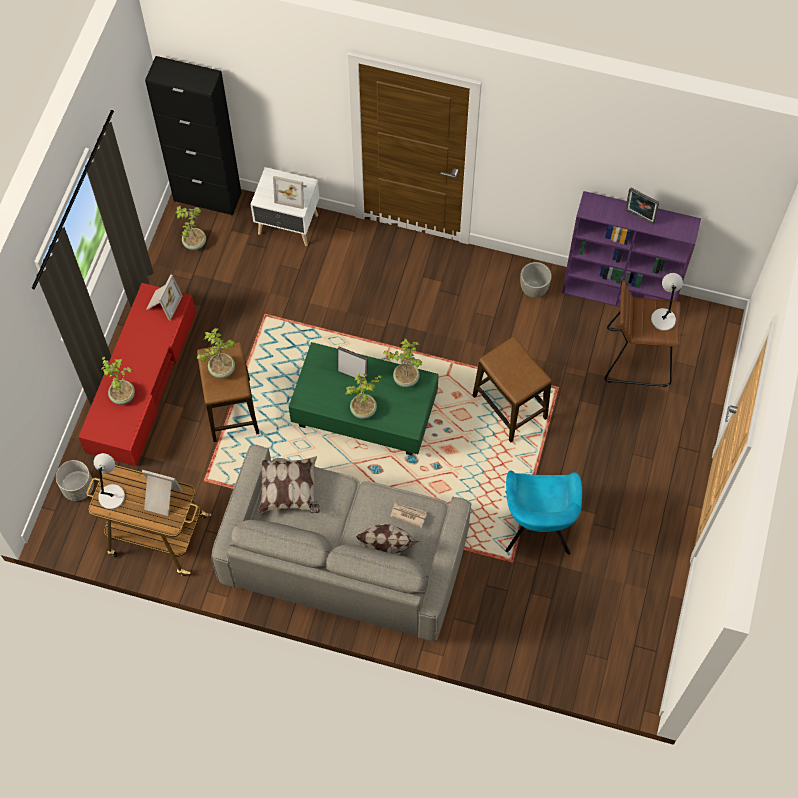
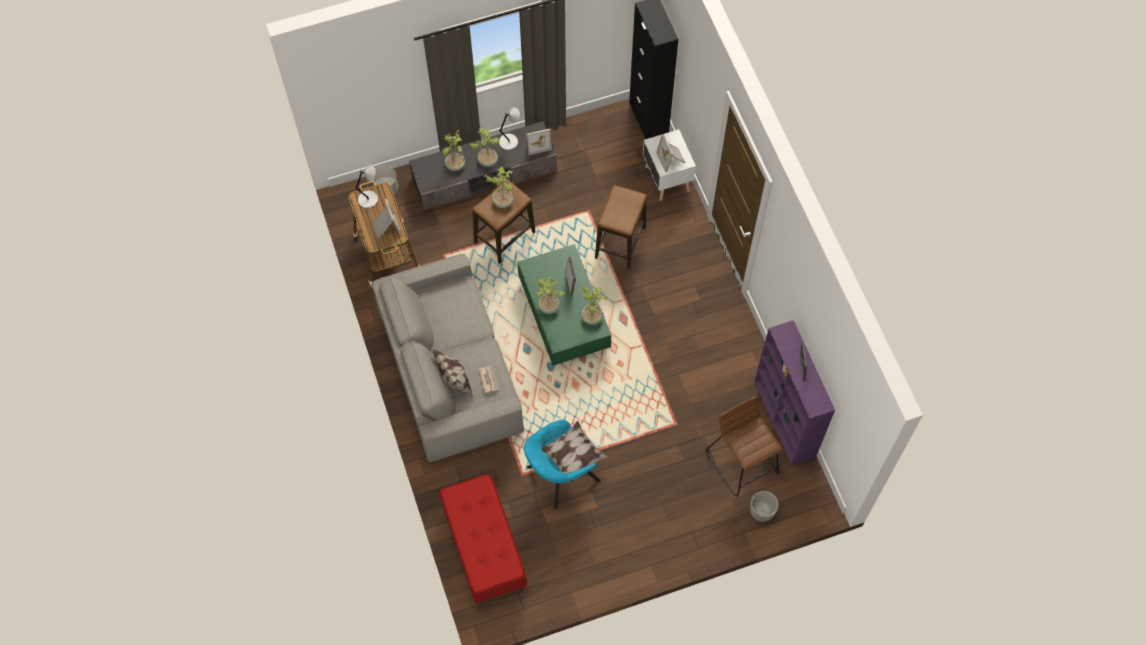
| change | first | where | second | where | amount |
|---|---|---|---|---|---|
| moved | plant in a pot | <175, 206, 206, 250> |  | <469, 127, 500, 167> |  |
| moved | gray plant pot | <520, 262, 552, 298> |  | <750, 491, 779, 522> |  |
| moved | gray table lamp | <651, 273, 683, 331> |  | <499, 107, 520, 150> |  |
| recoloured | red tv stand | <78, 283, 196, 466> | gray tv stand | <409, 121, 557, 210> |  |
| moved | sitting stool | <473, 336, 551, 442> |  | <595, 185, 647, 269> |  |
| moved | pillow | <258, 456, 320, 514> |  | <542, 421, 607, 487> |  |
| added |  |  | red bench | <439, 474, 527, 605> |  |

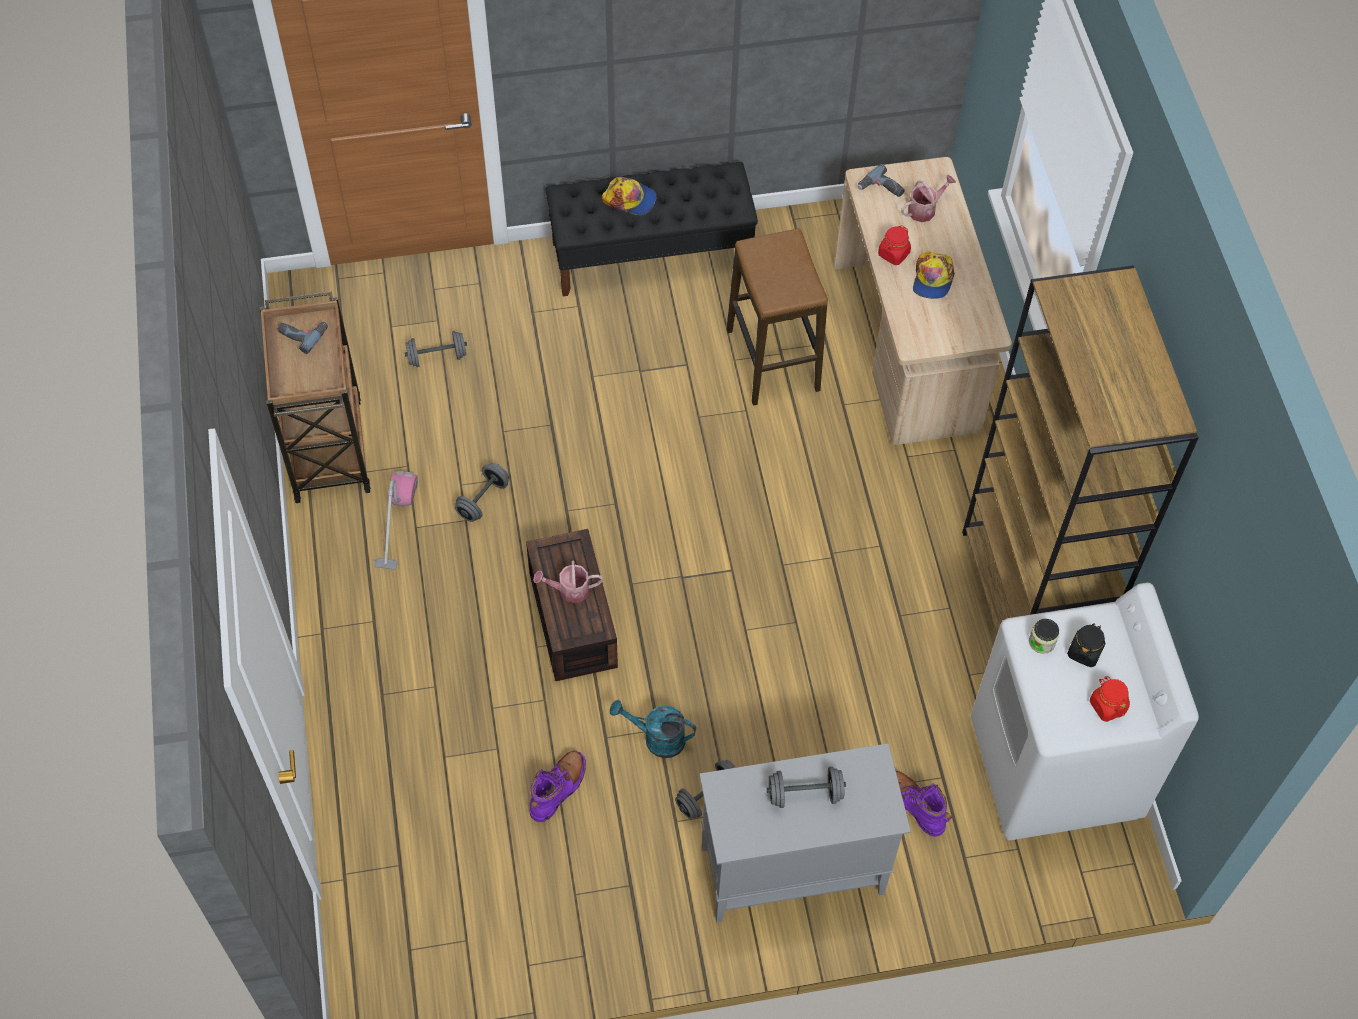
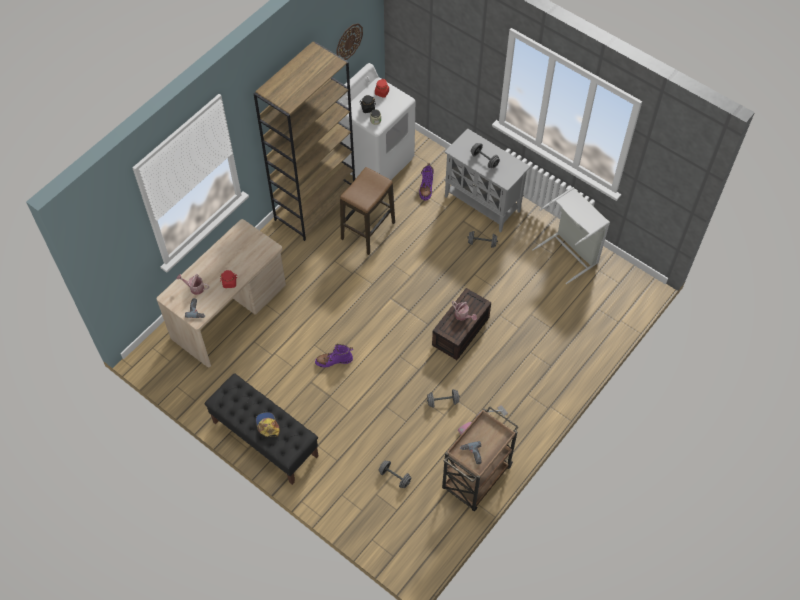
| change | first | where | second | where | amount |
|---|---|---|---|---|---|
| moved | sitting stool | <727, 228, 828, 406> |  | <340, 167, 395, 255> |  |
| removed | peaked cap | <913, 251, 955, 299> |  |  |  |
| removed | turquoise watering pot | <610, 700, 696, 758> |  |  |  |
| moved | purplish tall boot | <530, 751, 586, 822> |  | <315, 344, 353, 368> |  |
| added |  |  | hanging clock | <336, 23, 363, 60> |  |
| added |  |  | gray hamper | <532, 187, 610, 284> |  |

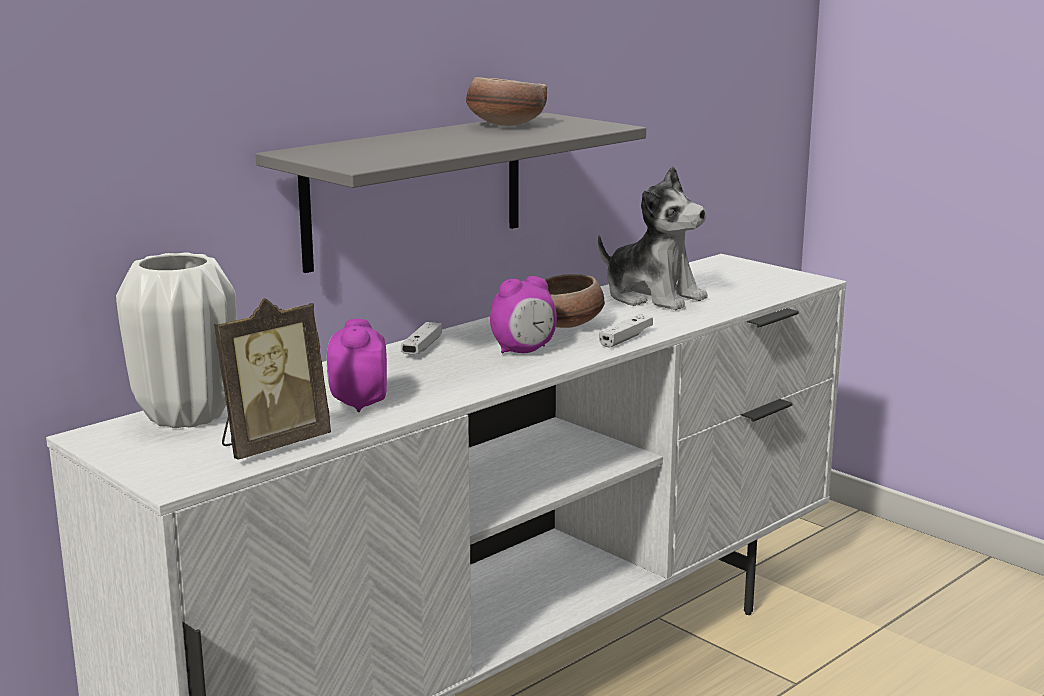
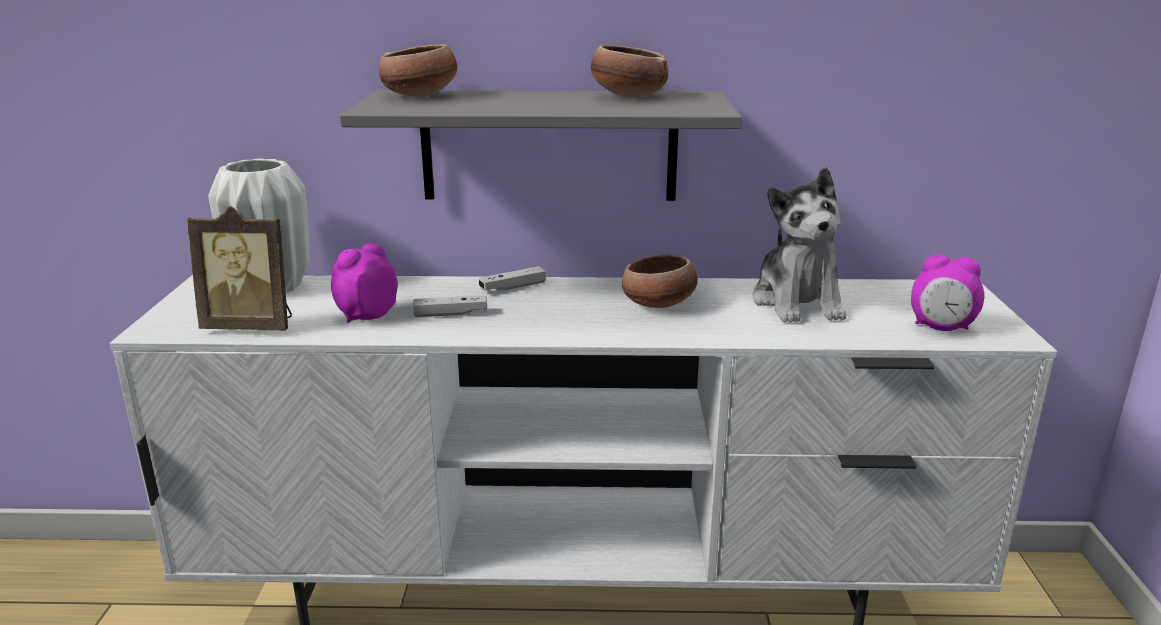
| change | first | where | second | where | amount |
|---|---|---|---|---|---|
| moved | bedside clock | <490, 276, 557, 354> |  | <911, 255, 984, 331> |  |
| moved | white game controller | <599, 314, 653, 348> |  | <413, 295, 487, 317> |  |
| added |  |  | deep dish | <379, 44, 457, 97> |  |

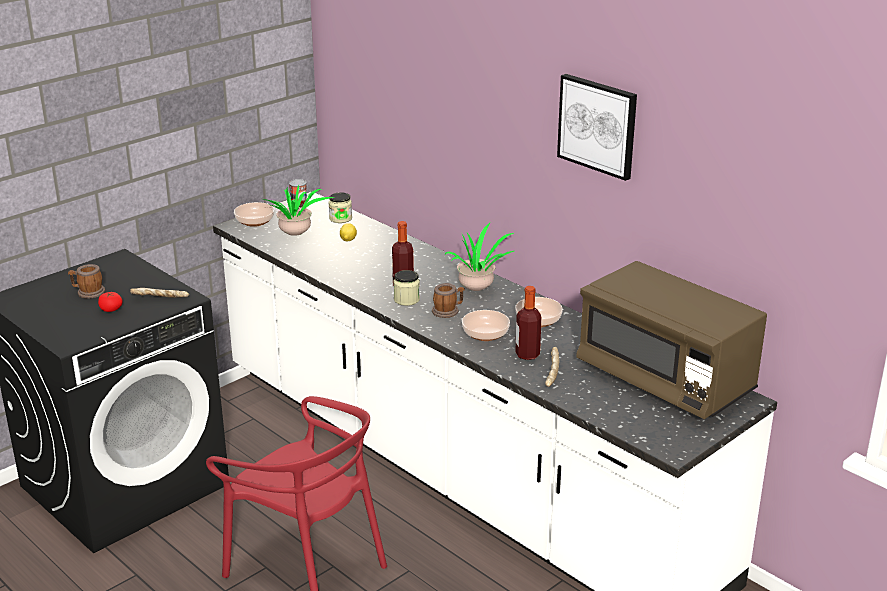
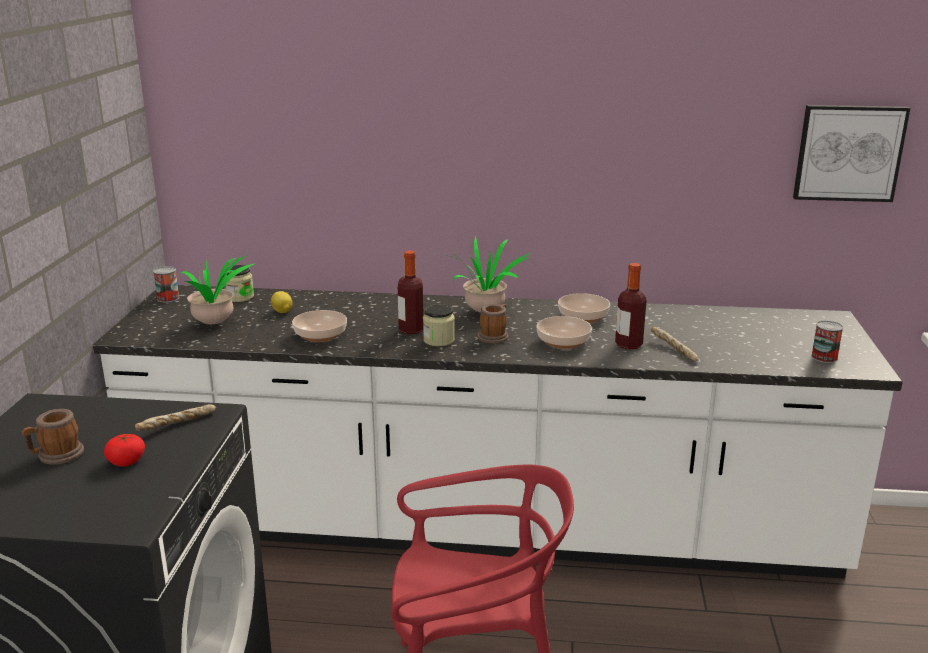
| change | first | where | second | where | amount |
|---|---|---|---|---|---|
| moved | wall art | <557, 74, 637, 181> |  | <793, 105, 910, 202> |  |
| moved | deep dish | <234, 202, 274, 227> |  | <292, 310, 347, 342> |  |
| removed | brown-coloured microwave oven | <576, 261, 767, 419> |  |  |  |
| added |  |  | sealed can | <811, 320, 843, 363> |  |

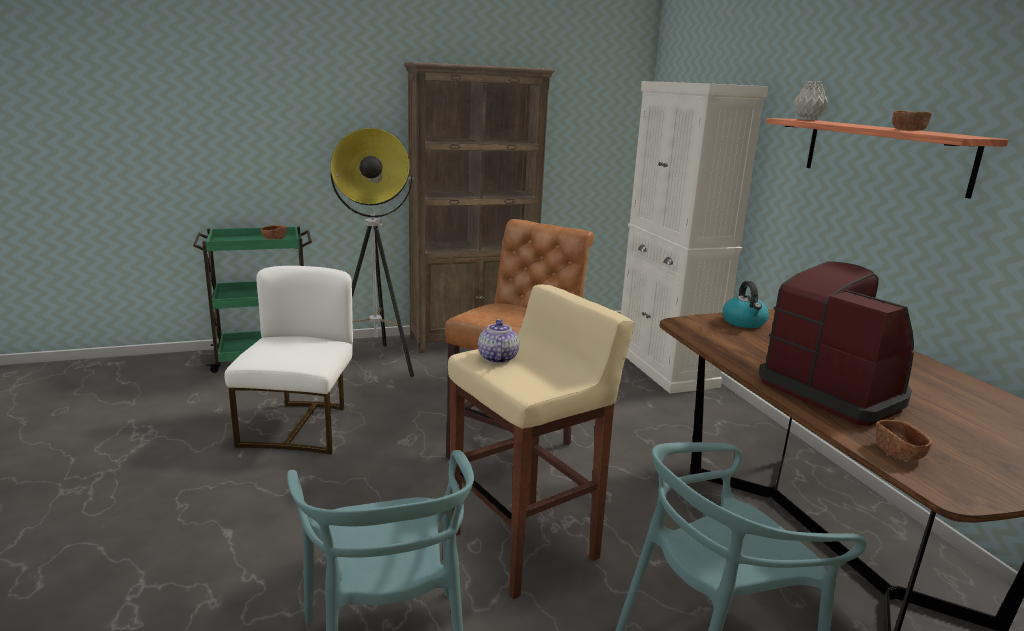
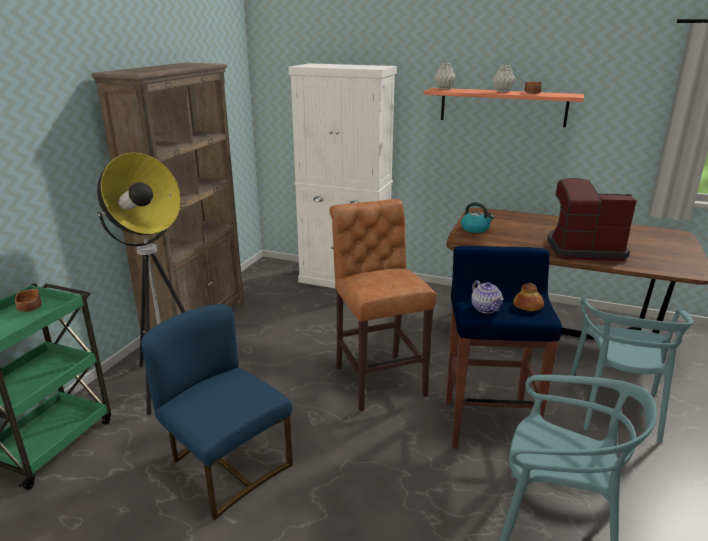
| change | first | where | second | where | amount |
|---|---|---|---|---|---|
| recoloured | white chair | <224, 266, 353, 454> | blue-coloured chair | <141, 304, 293, 521> |  |
| recoloured | sand-coloured sitting stool | <448, 284, 634, 599> | blue-coloured sitting stool | <446, 246, 562, 448> |  |
| turned | tea pot | <478, 319, 519, 363> |  | <472, 280, 504, 313> | 150 degrees counterclockwise |
| removed | brown-coloured deep dish | <876, 420, 932, 461> |  |  |  |
| added |  |  | gray decorative vase | <493, 65, 515, 92> |  |
| added |  |  | bakery bread | <513, 283, 544, 311> |  |

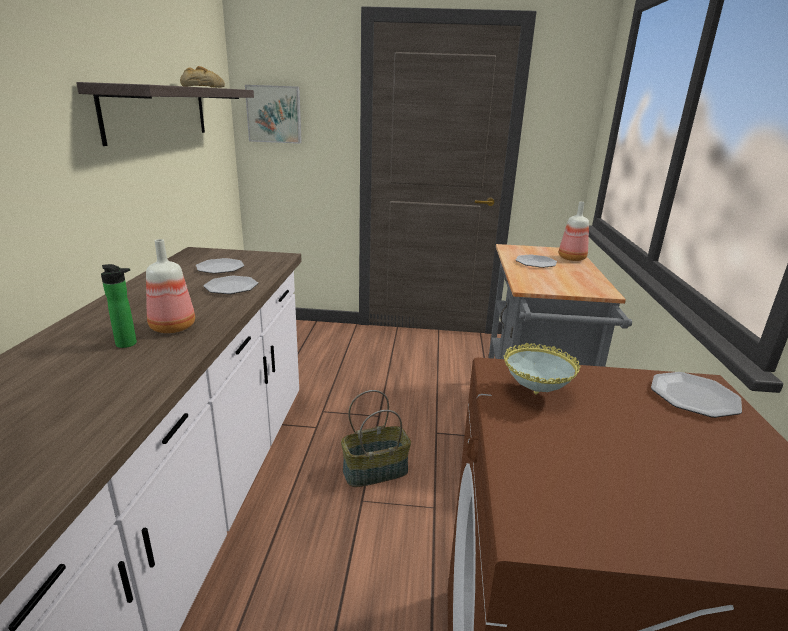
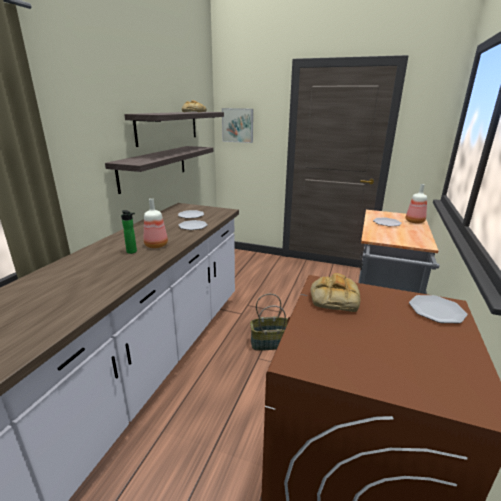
| change | first | where | second | where | amount |
|---|---|---|---|---|---|
| replaced | deep dish | <504, 343, 580, 395> | bakery bread | <311, 273, 361, 312> |  |
| added |  |  | shelf | <105, 146, 213, 194> |  |

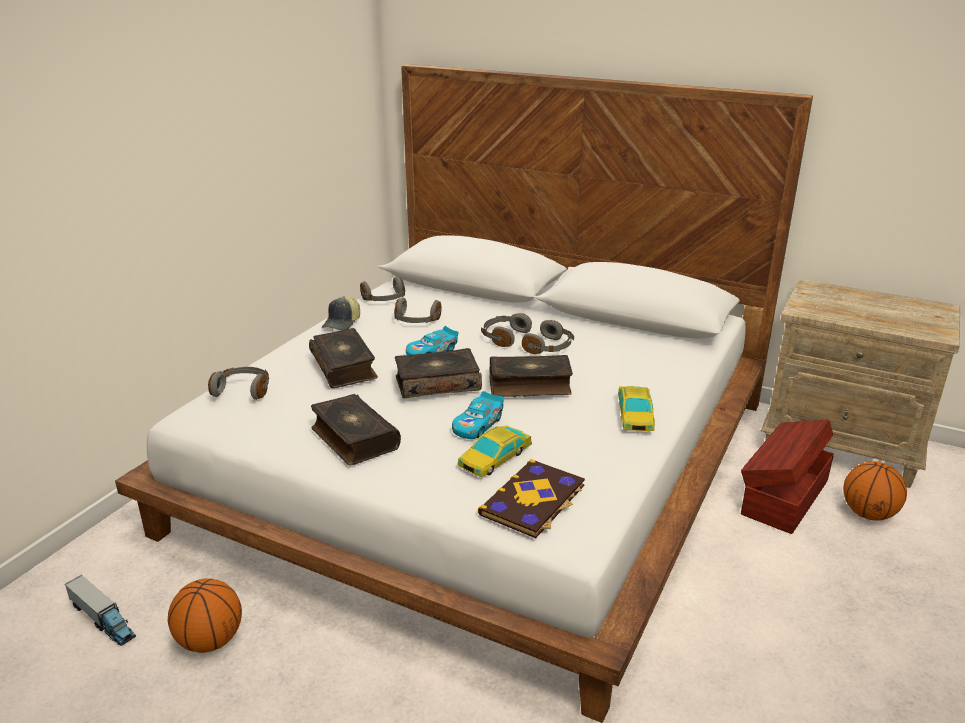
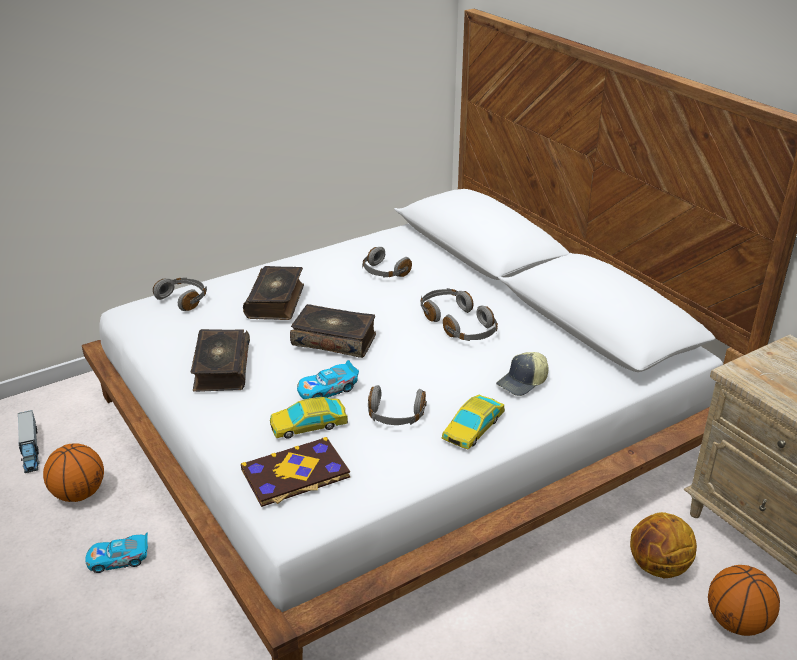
| change | first | where | second | where | amount |
|---|---|---|---|---|---|
| moved | gray headset | <360, 277, 405, 301> |  | <368, 385, 427, 425> |  |
| moved | peaked cap | <322, 296, 360, 330> |  | <496, 352, 549, 396> |  |
| moved | miniature car | <406, 326, 459, 355> |  | <85, 533, 148, 573> |  |
| removed | book | <489, 355, 573, 397> |  |  |  |
| replaced | brown-coloured storage bin | <741, 420, 834, 534> | ball for basketball | <630, 512, 697, 578> |  |

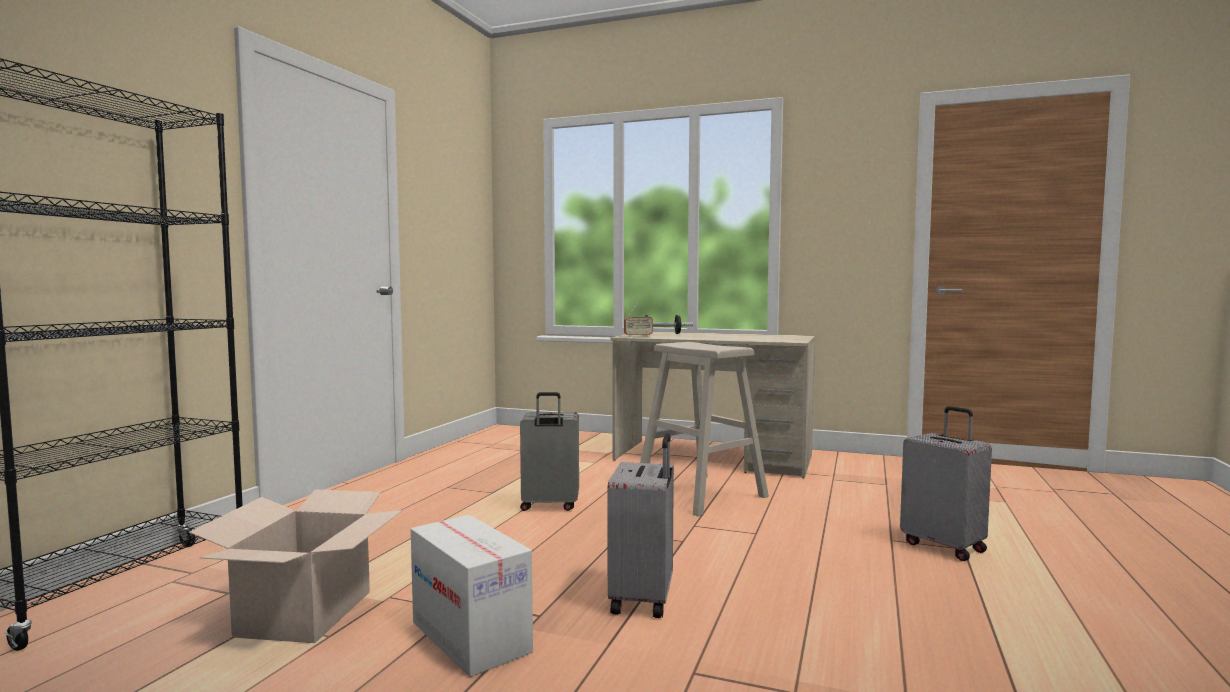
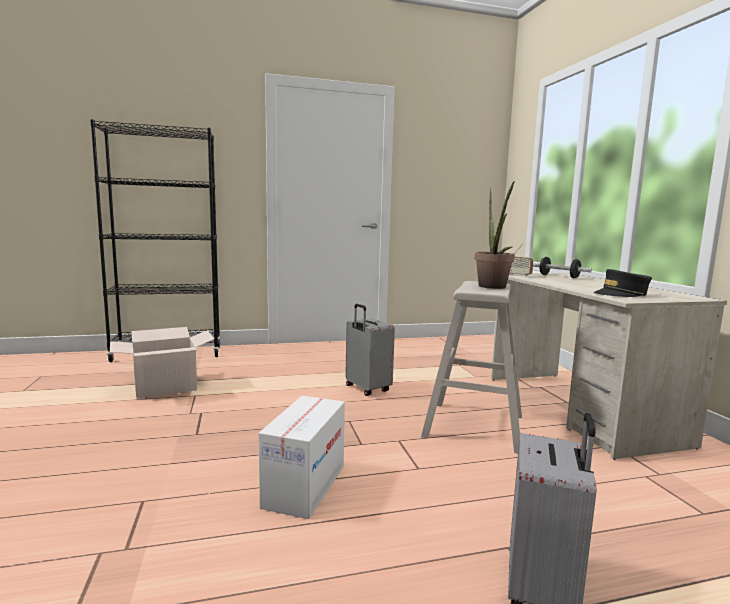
| change | first | where | second | where | amount |
|---|---|---|---|---|---|
| removed | gray travel case | <608, 434, 674, 618> |  |  |  |
| moved | packing box | <411, 515, 533, 677> |  | <259, 396, 345, 519> |  |
| added |  |  | plant in a pot | <475, 181, 515, 289> |  |
| added |  |  | black-coloured peaked cap | <593, 269, 652, 297> |  |

